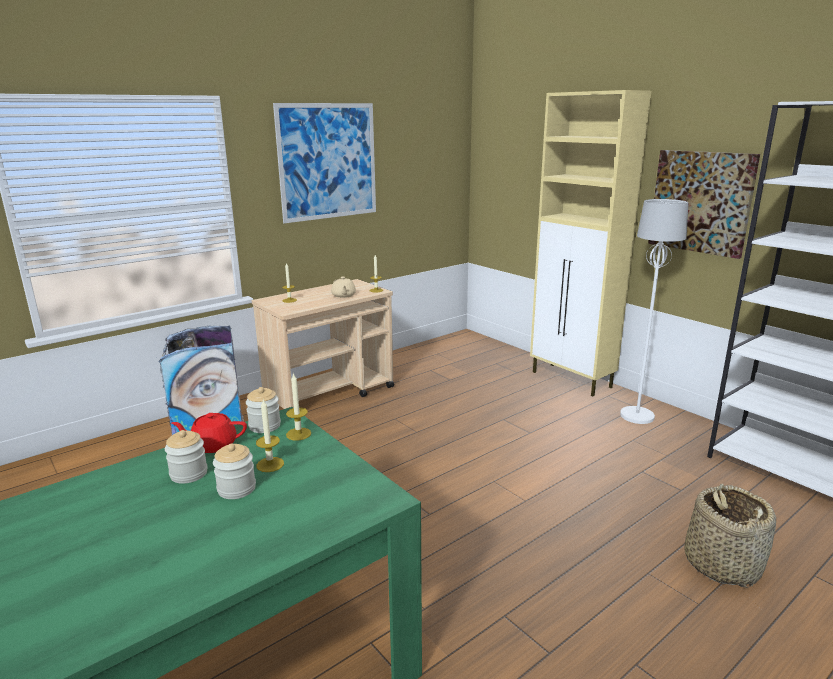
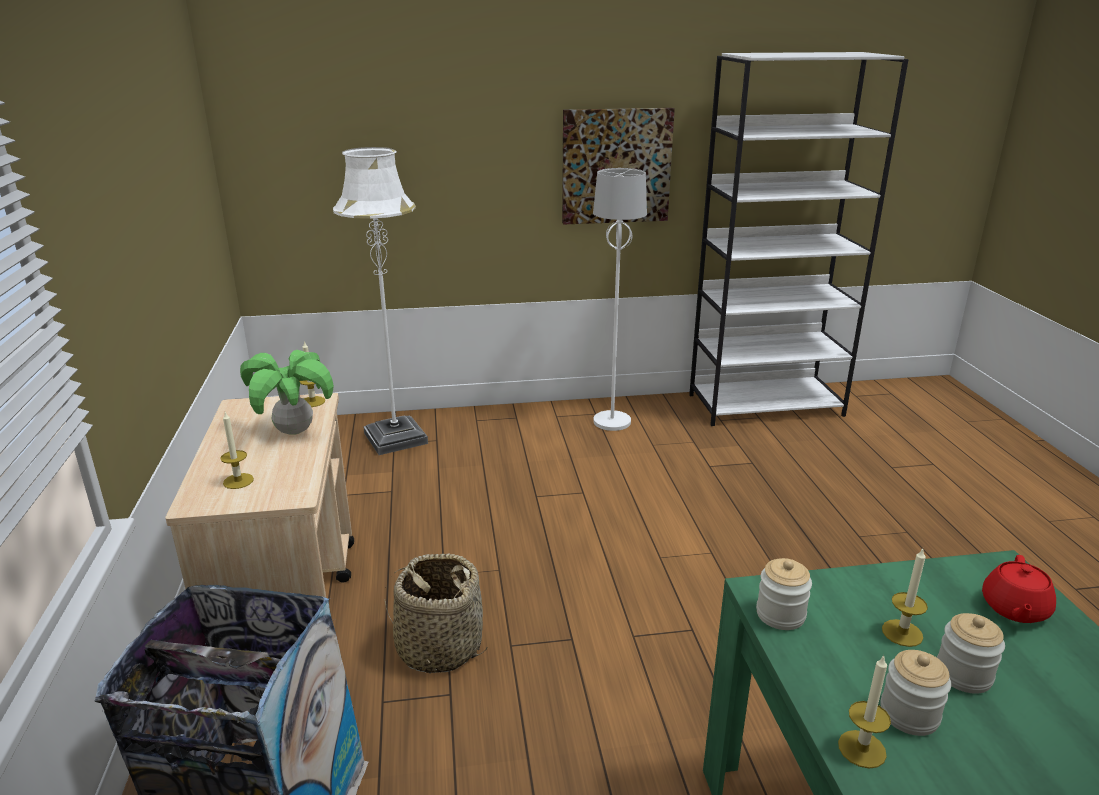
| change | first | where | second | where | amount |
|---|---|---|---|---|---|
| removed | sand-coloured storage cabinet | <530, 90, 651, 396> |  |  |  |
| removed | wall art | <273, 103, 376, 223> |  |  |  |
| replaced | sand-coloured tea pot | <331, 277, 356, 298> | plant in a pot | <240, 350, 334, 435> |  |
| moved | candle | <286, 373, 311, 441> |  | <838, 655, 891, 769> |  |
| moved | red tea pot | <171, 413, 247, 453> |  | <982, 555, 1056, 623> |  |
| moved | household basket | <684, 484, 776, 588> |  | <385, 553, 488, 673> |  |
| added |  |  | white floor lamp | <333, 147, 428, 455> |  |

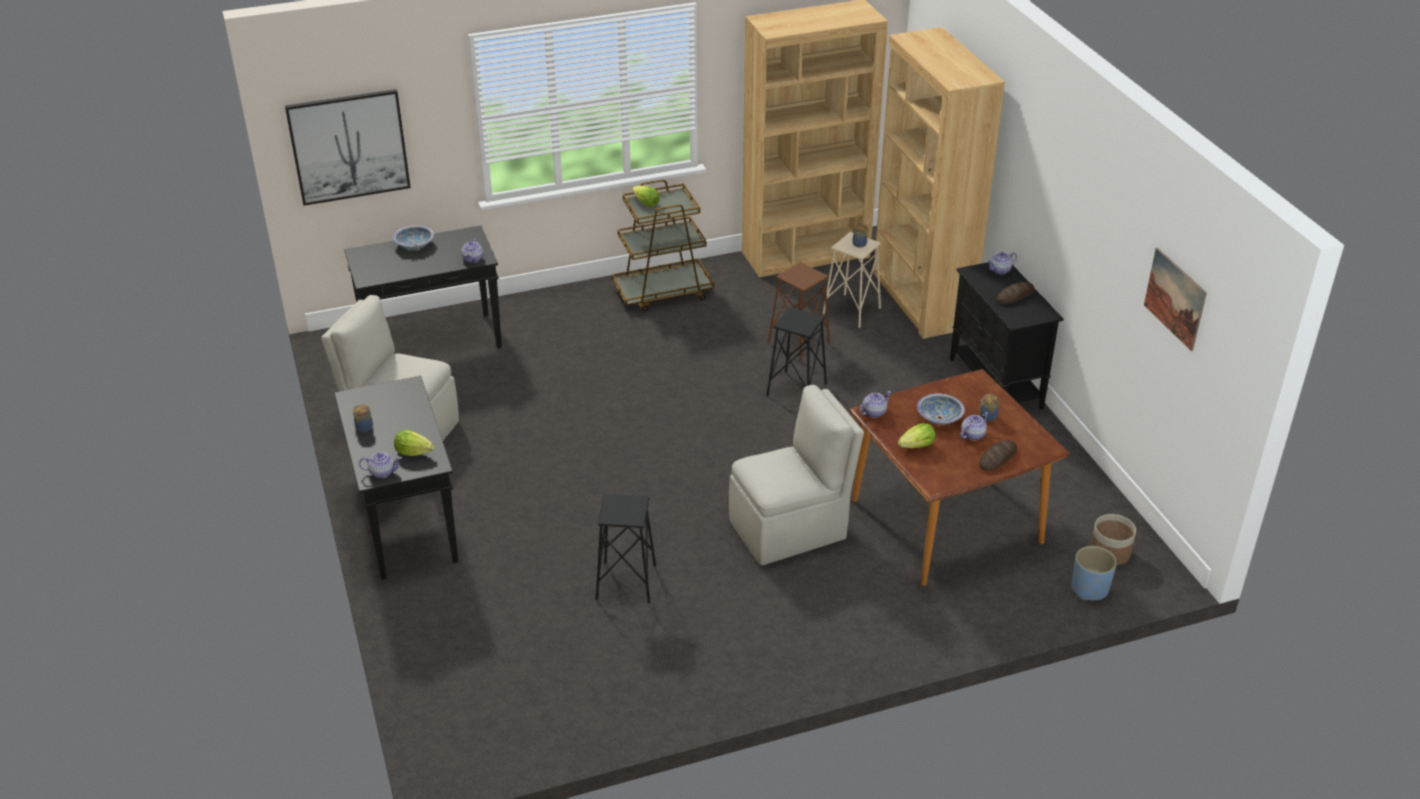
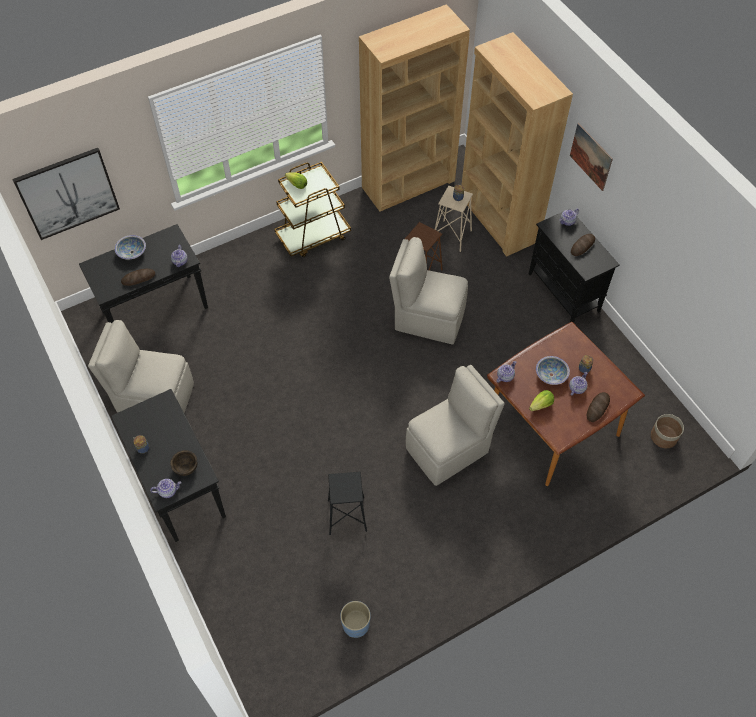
| change | first | where | second | where | amount |
|---|---|---|---|---|---|
| moved | wall art | <1144, 248, 1207, 351> |  | <570, 123, 613, 191> |  |
| replaced | black-coloured sitting stool | <766, 307, 827, 396> | sand-coloured chair | <389, 237, 468, 344> |  |
| replaced | lettuce | <394, 430, 434, 456> | brown-coloured deep dish | <170, 450, 197, 476> |  |
| moved | blue-coloured plant pot | <1072, 546, 1117, 601> |  | <340, 601, 371, 638> |  |
| added |  |  | bakery bread | <121, 269, 155, 286> |  |

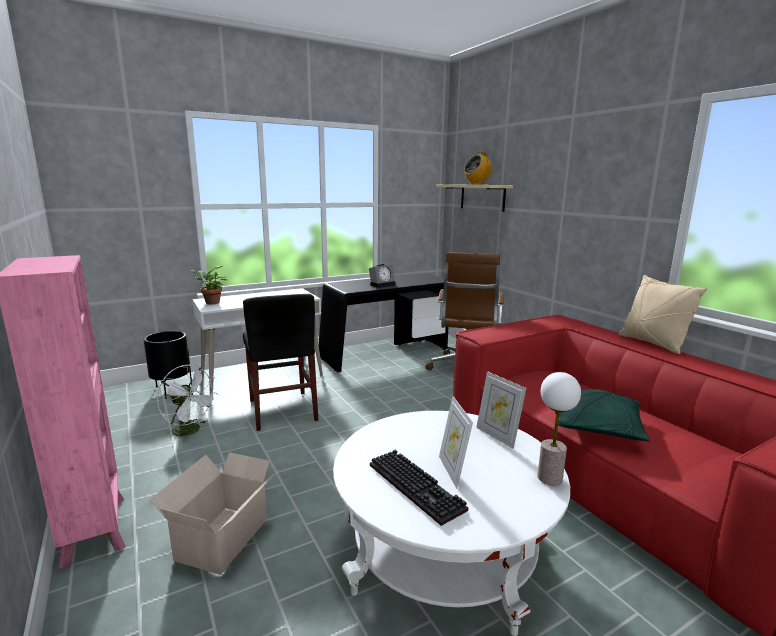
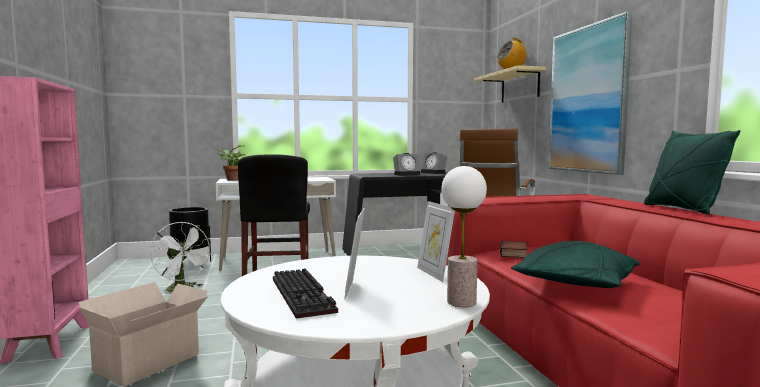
| change | first | where | second | where | amount |
|---|---|---|---|---|---|
| recoloured | sand-coloured pillow | <619, 275, 707, 354> | green pillow | <644, 130, 741, 214> |  |
| added |  |  | wall art | <548, 11, 632, 175> |  |
| added |  |  | bedside clock | <421, 152, 447, 174> |  |
| added |  |  | book | <500, 241, 527, 258> |  |

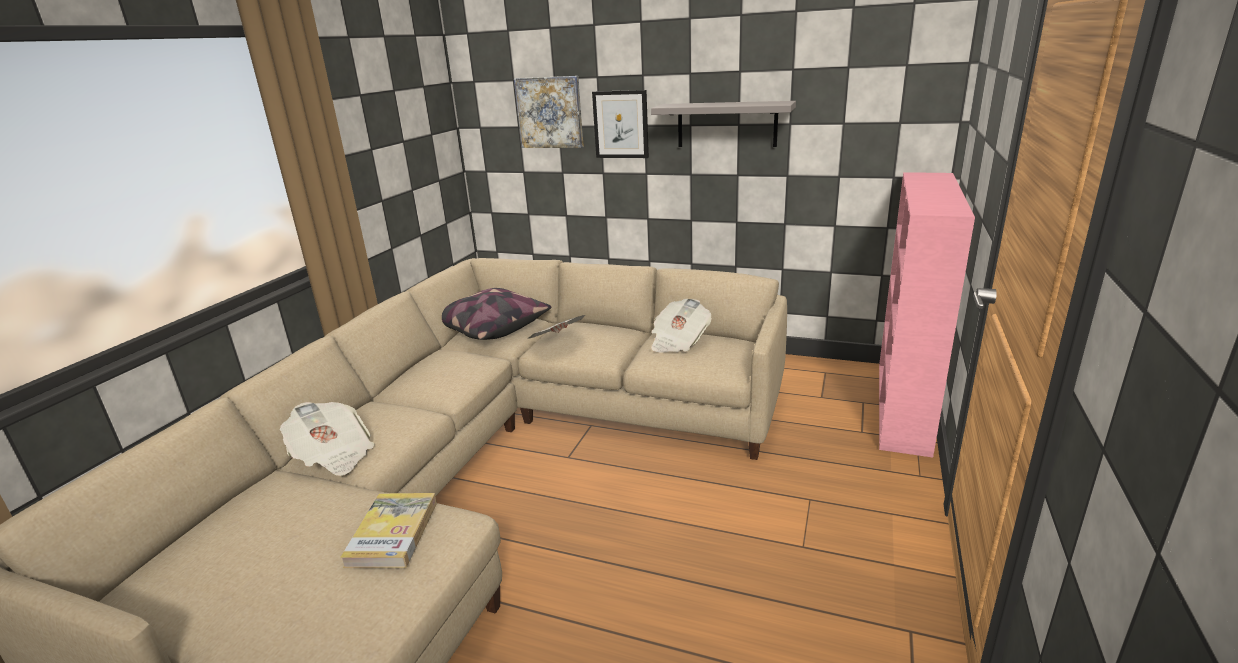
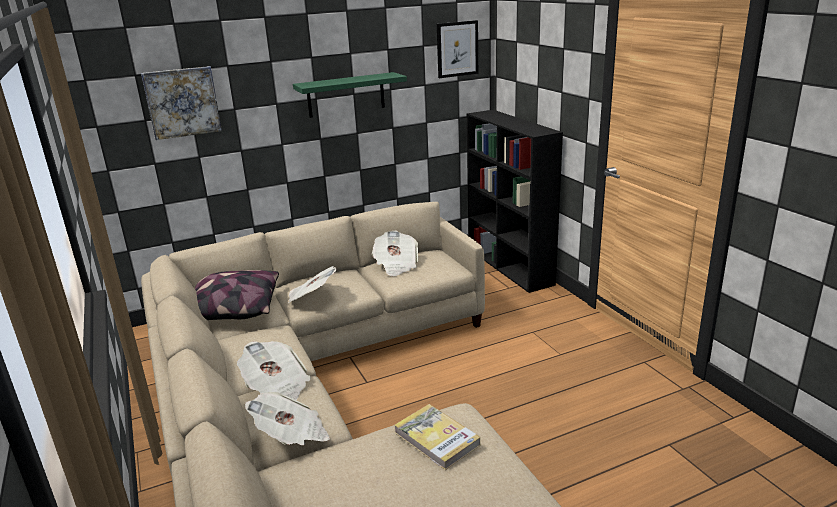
| change | first | where | second | where | amount |
|---|---|---|---|---|---|
| moved | wall art | <592, 90, 649, 158> |  | <437, 20, 478, 78> |  |
| recoloured | gray shelf | <651, 101, 796, 147> | green shelf | <293, 72, 407, 118> |  |
| recoloured | pink-coloured bookshelf | <879, 172, 975, 458> | black-coloured bookshelf | <467, 110, 563, 293> |  |
| added |  |  | printed paper | <237, 341, 311, 400> |  |

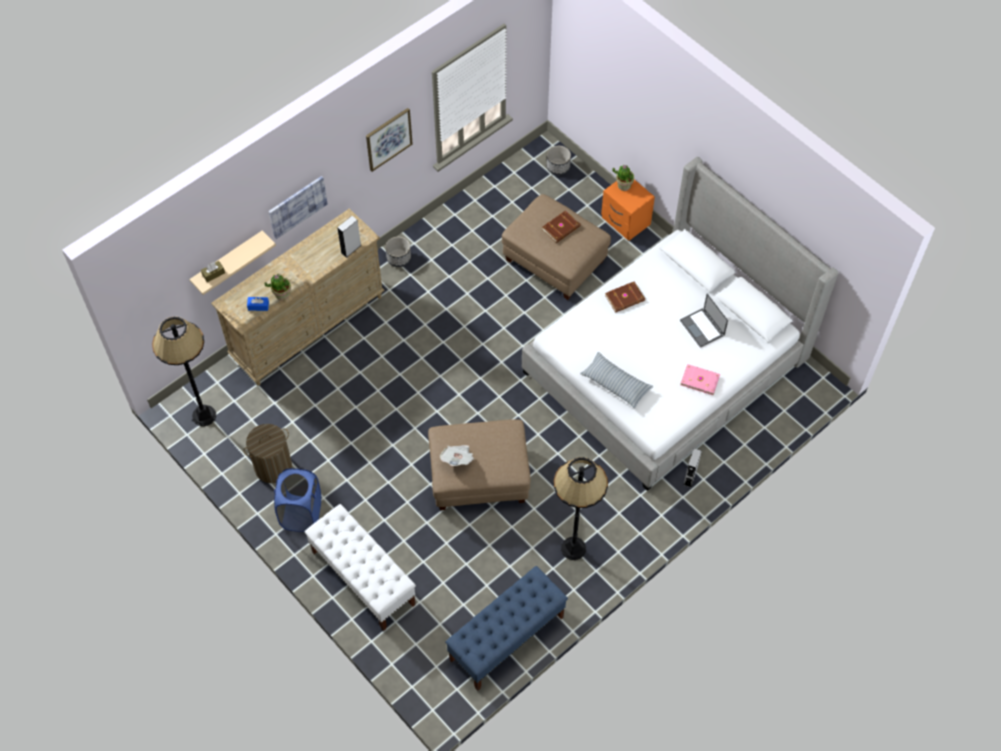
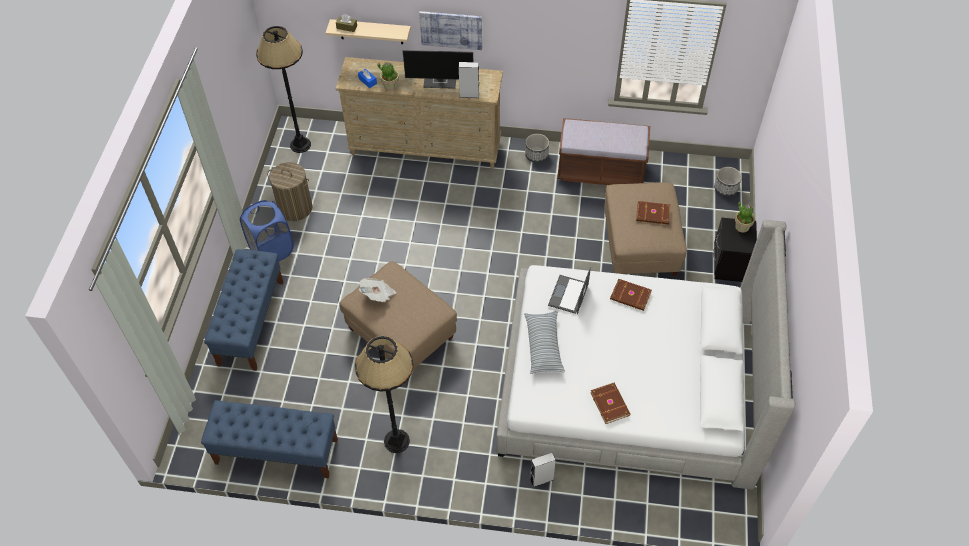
| change | first | where | second | where | amount |
|---|---|---|---|---|---|
| removed | wall art | <366, 108, 413, 172> |  |  |  |
| recoloured | orangey bedside table | <601, 179, 655, 241> | black-coloured bedside table | <713, 218, 757, 282> |  |
| moved | notebook computer | <680, 294, 728, 348> |  | <548, 267, 591, 314> |  |
| recoloured | pink-coloured book | <680, 364, 720, 395> | brown-coloured book | <590, 383, 631, 424> |  |
| recoloured | white bench | <304, 504, 416, 631> | blue-coloured bench | <204, 249, 284, 371> |  |
| added |  |  | computer display | <403, 50, 473, 89> |  |
| added |  |  | brown-coloured bench | <557, 118, 650, 185> |  |

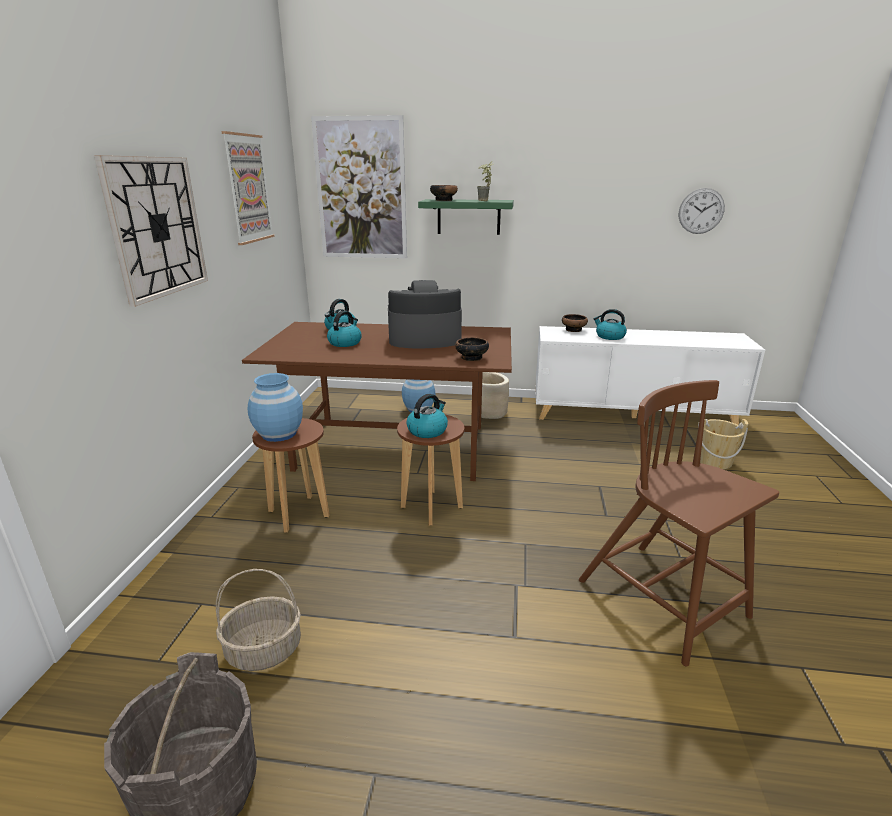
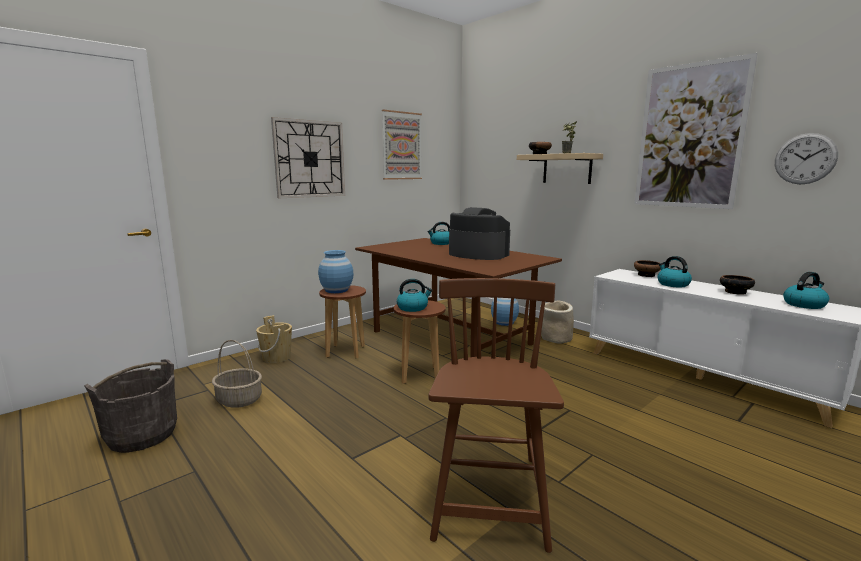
| change | first | where | second | where | amount |
|---|---|---|---|---|---|
| moved | wall art | <311, 115, 407, 258> |  | <635, 53, 758, 209> |  |
| recoloured | green shelf | <418, 199, 514, 235> | sand-coloured shelf | <517, 153, 603, 184> |  |
| moved | kettle | <327, 311, 362, 347> |  | <783, 272, 829, 309> |  |
| moved | deep dish | <455, 337, 489, 361> |  | <720, 275, 755, 295> |  |
| moved | sand-coloured pail | <698, 419, 748, 469> |  | <256, 315, 292, 363> |  |

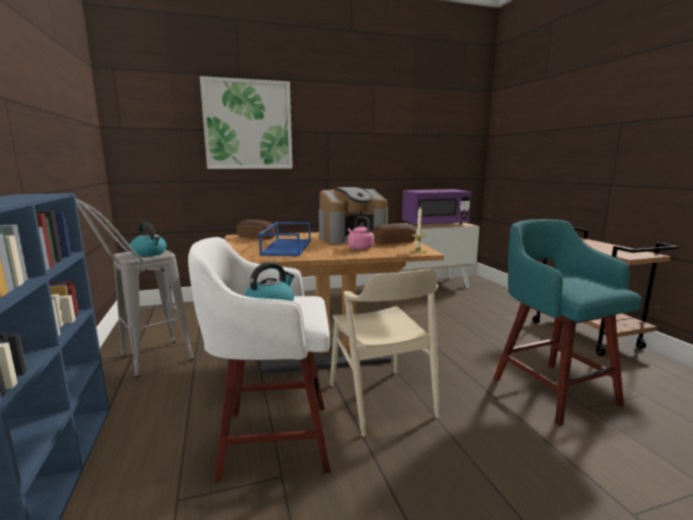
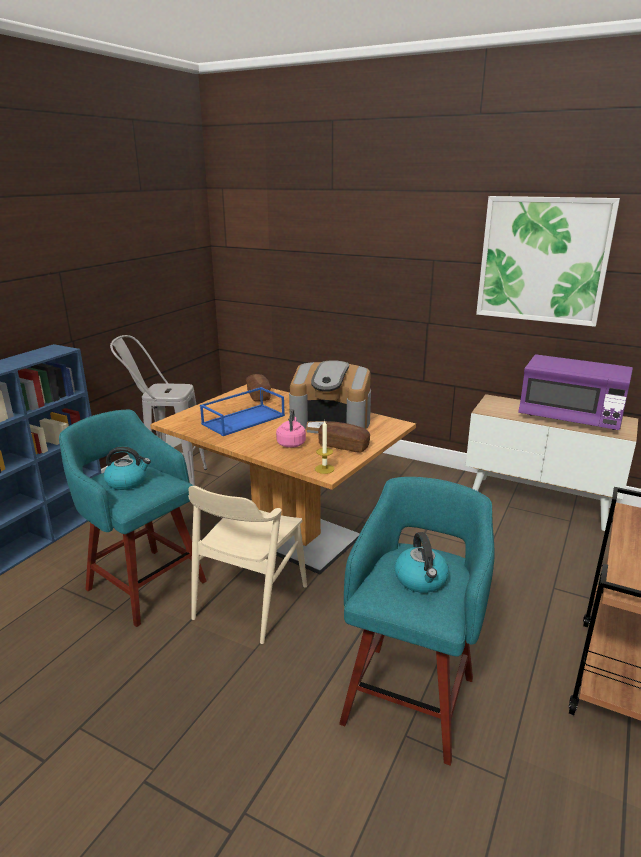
| change | first | where | second | where | amount |
|---|---|---|---|---|---|
| moved | wall art | <200, 76, 293, 169> |  | <476, 196, 620, 327> |  |
| moved | kettle | <130, 222, 167, 257> |  | <394, 532, 449, 593> |  |
| recoloured | white sitting stool | <188, 237, 330, 482> | turquoise sitting stool | <59, 410, 207, 627> |  |

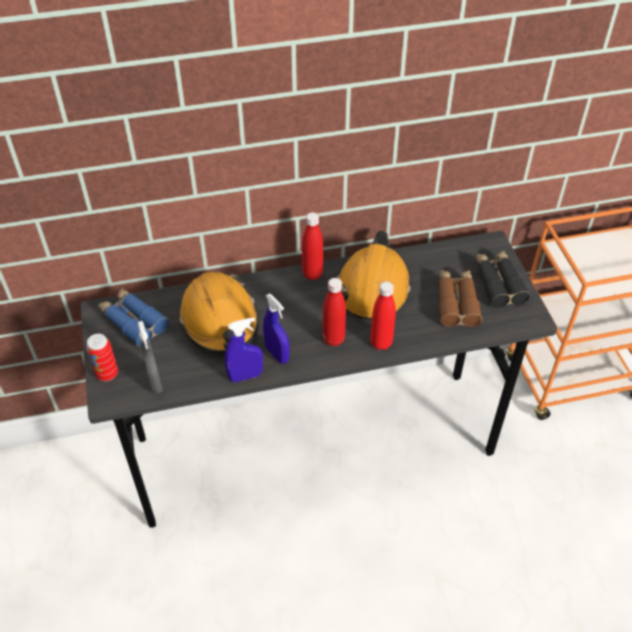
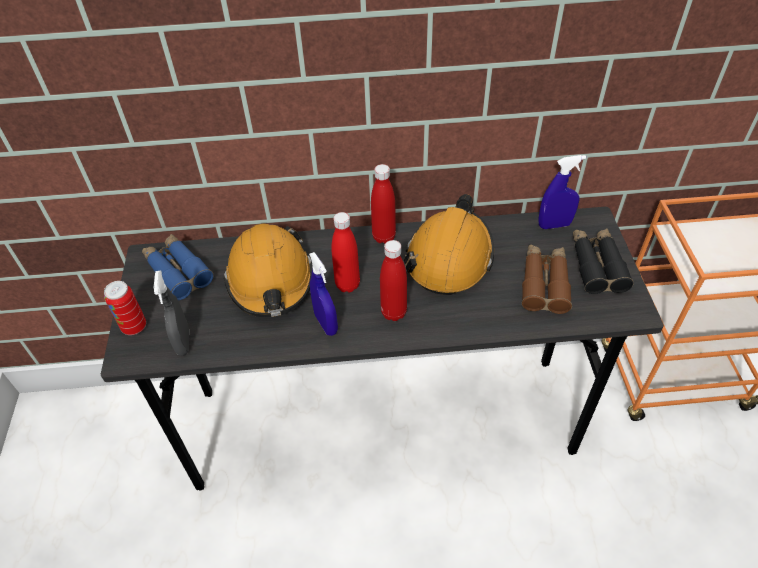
| change | first | where | second | where | amount |
|---|---|---|---|---|---|
| moved | red drink bottle | <370, 281, 396, 350> |  | <332, 212, 360, 292> |  |
| moved | blue-coloured sprayer | <225, 318, 263, 382> |  | <539, 155, 586, 229> |  |

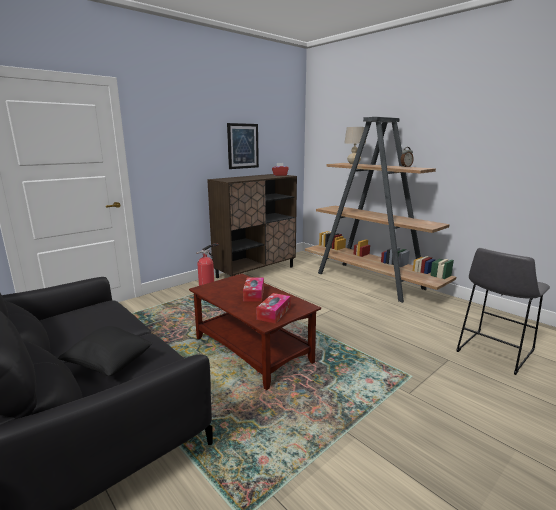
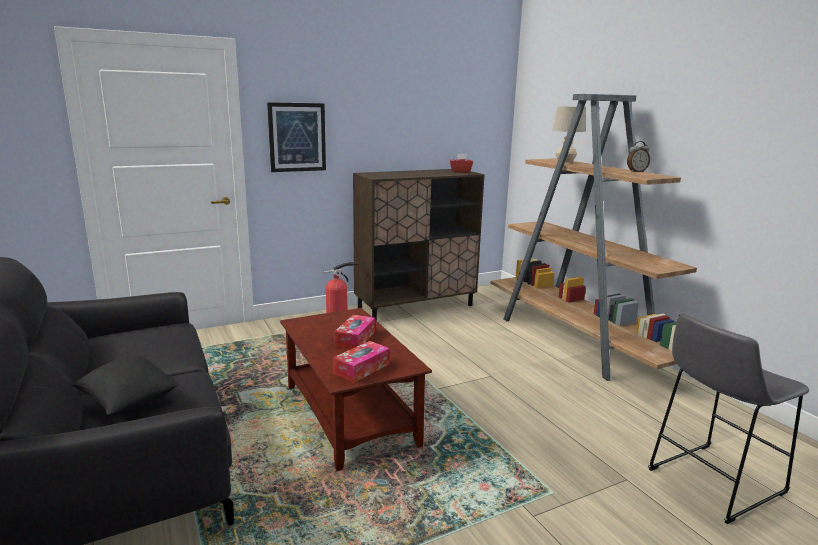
| change | first | where | second | where | amount |
|---|---|---|---|---|---|
| moved | wall art | <227, 123, 259, 169> |  | <267, 102, 326, 172> |  |

